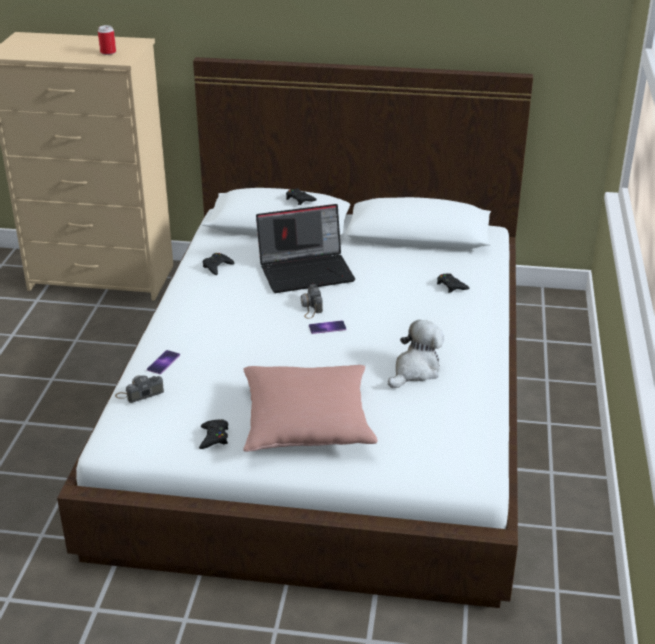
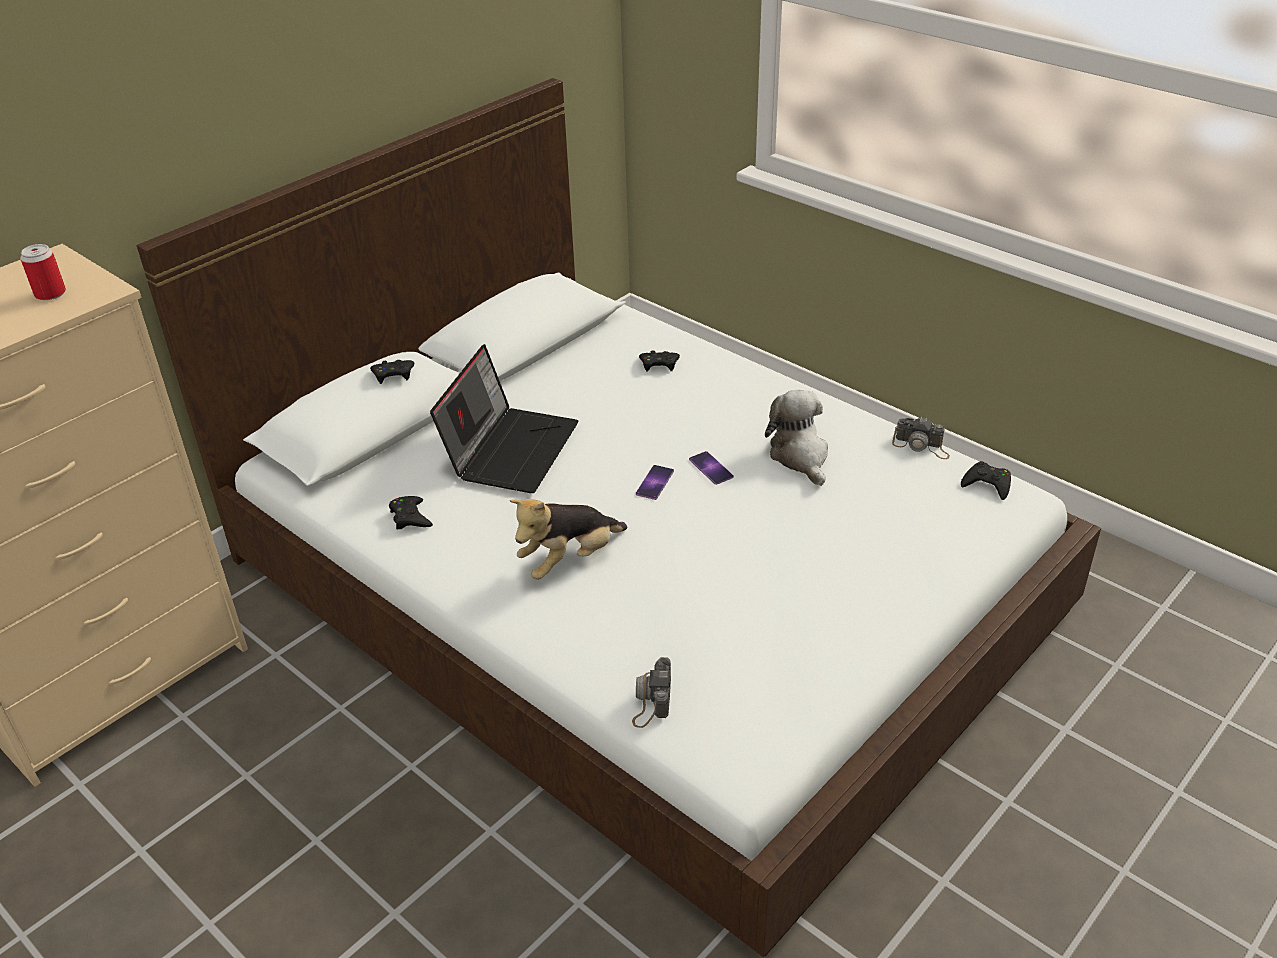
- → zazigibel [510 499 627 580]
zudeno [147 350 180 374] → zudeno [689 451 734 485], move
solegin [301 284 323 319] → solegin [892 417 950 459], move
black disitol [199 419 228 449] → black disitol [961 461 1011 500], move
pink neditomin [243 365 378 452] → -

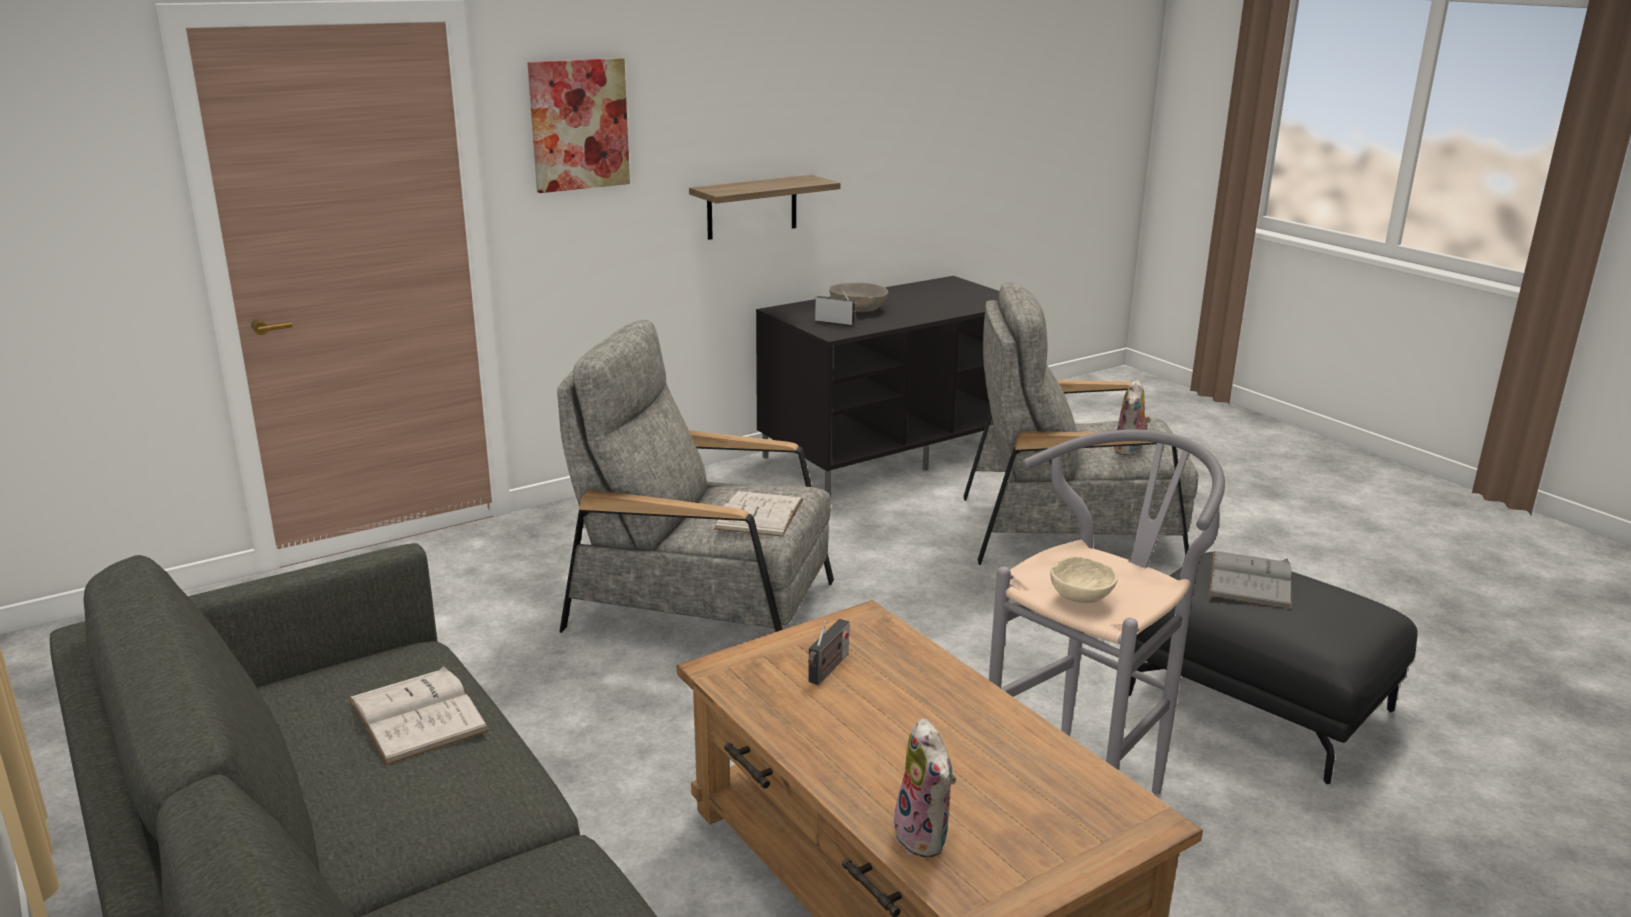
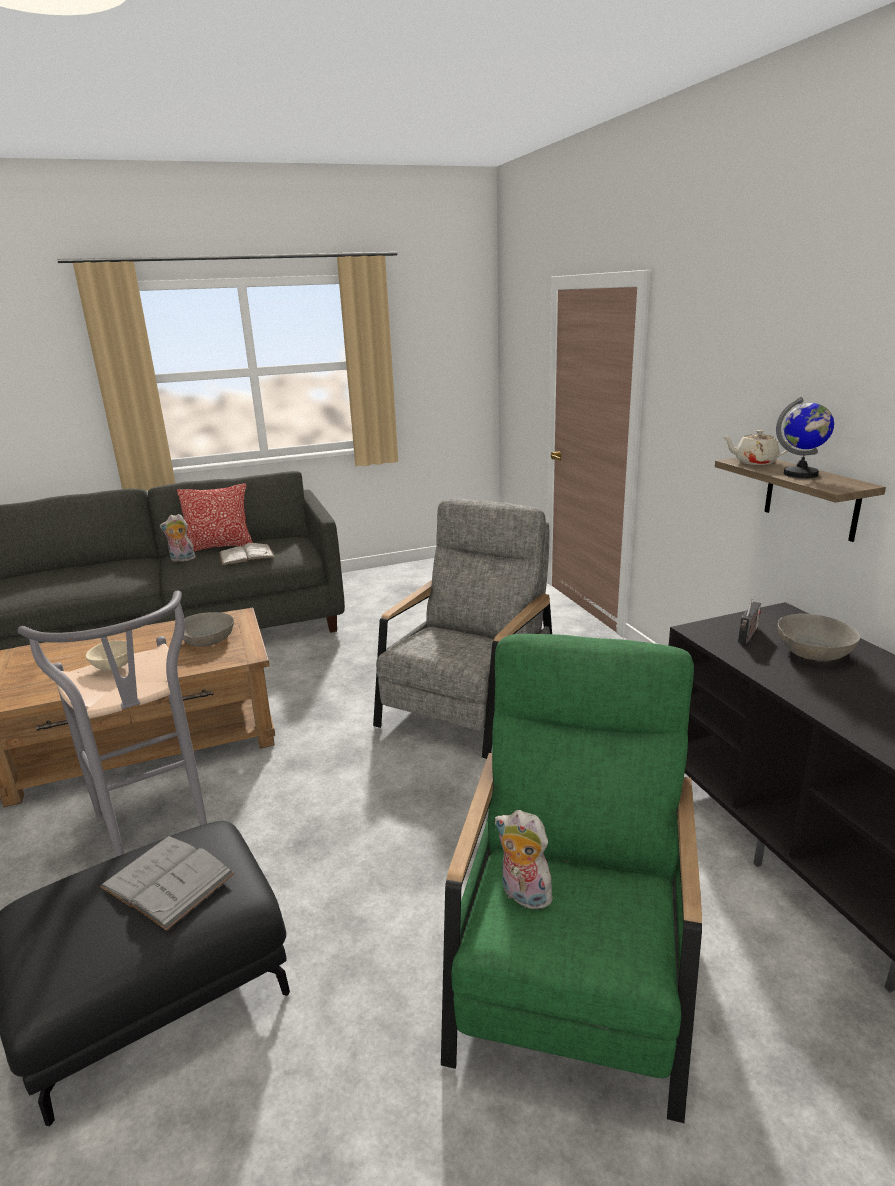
zazigibel [889 718 956 858] → zazigibel [160 514 196 562], move
- → neditomin [177 484 253 551]
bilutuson [808 619 849 685] → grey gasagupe [183 612 234 647]
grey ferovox [963 282 1198 565] → green ferovox [441 634 702 1123]
- → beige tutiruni [722 430 792 465]
- → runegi [776 397 834 478]
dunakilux [527 58 630 193] → -
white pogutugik [714 491 804 537] → -

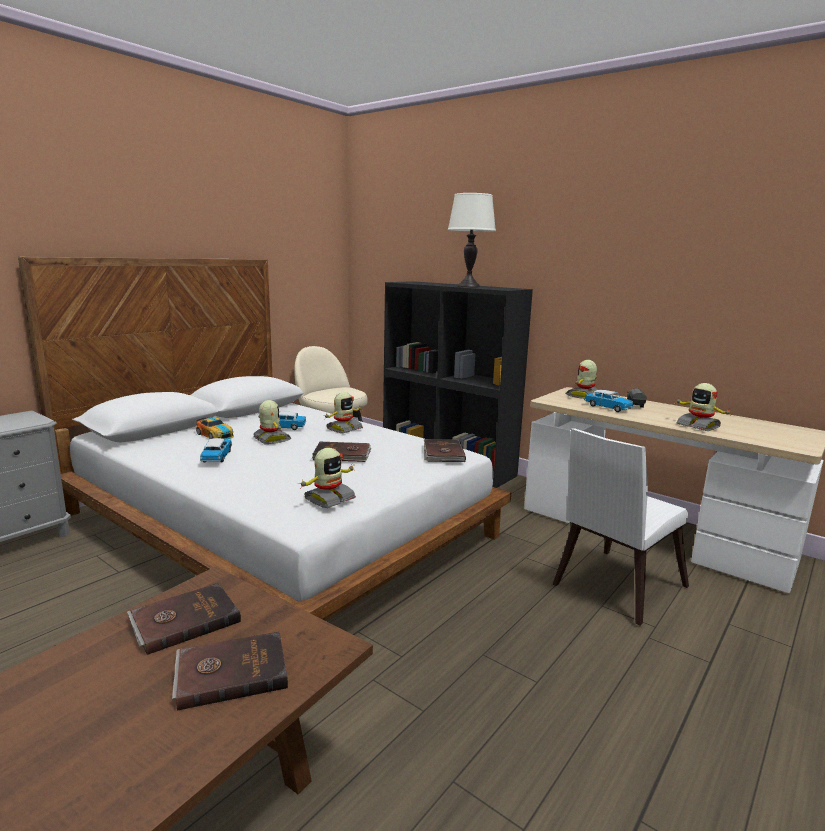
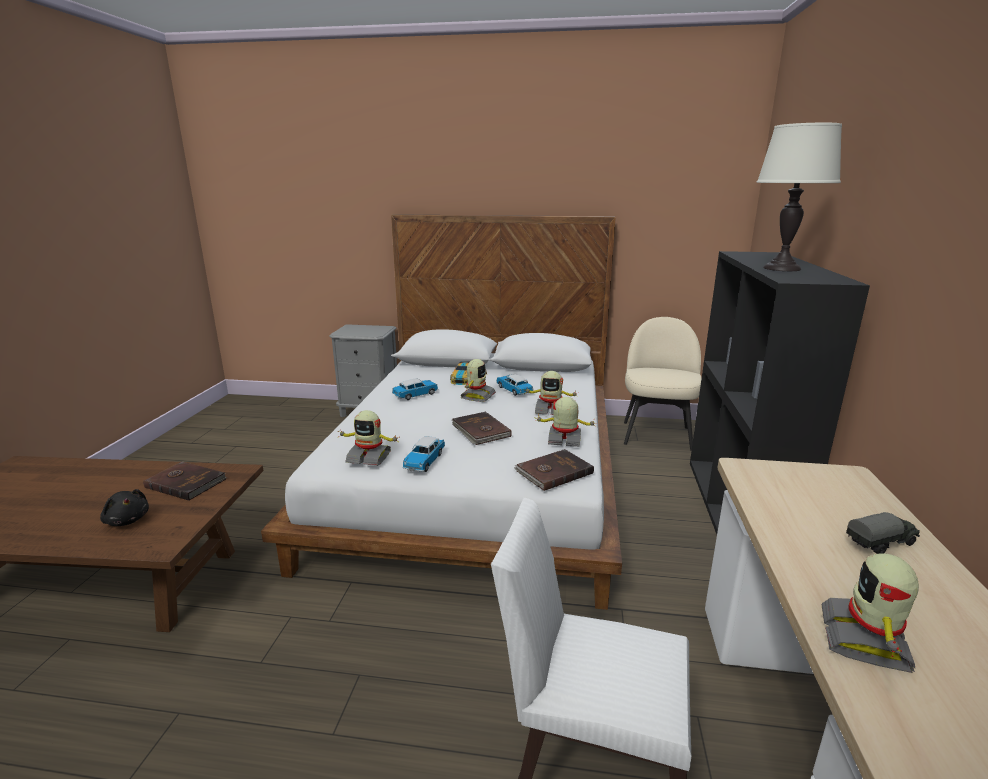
brown pogutugik [172 632 288 711] → black zazigibel [100 489 149 526]
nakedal [584 390 633 412] → nakedal [402 436 445 472], move
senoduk [566 360 598 399] → senoduk [537 397 597 447], move

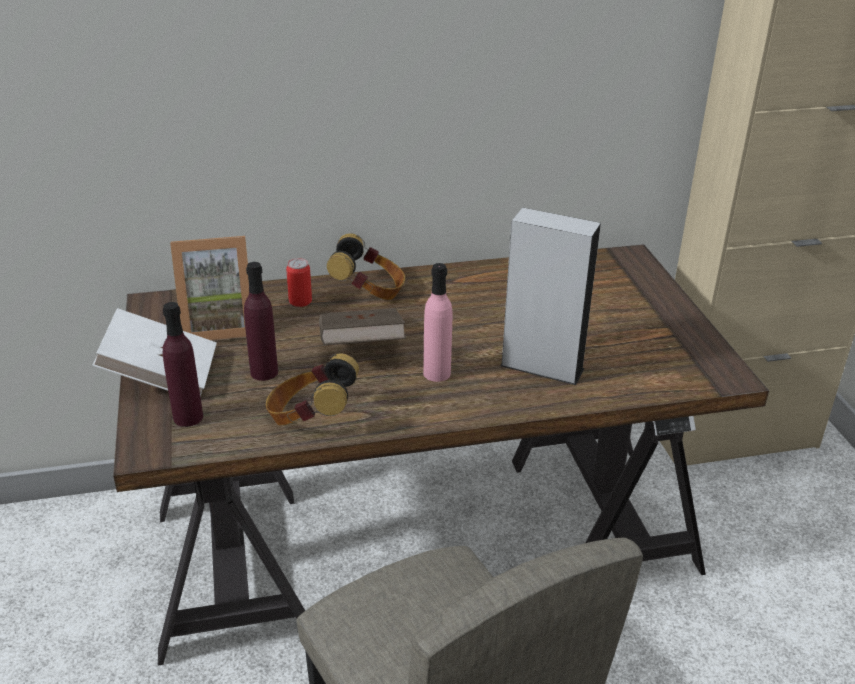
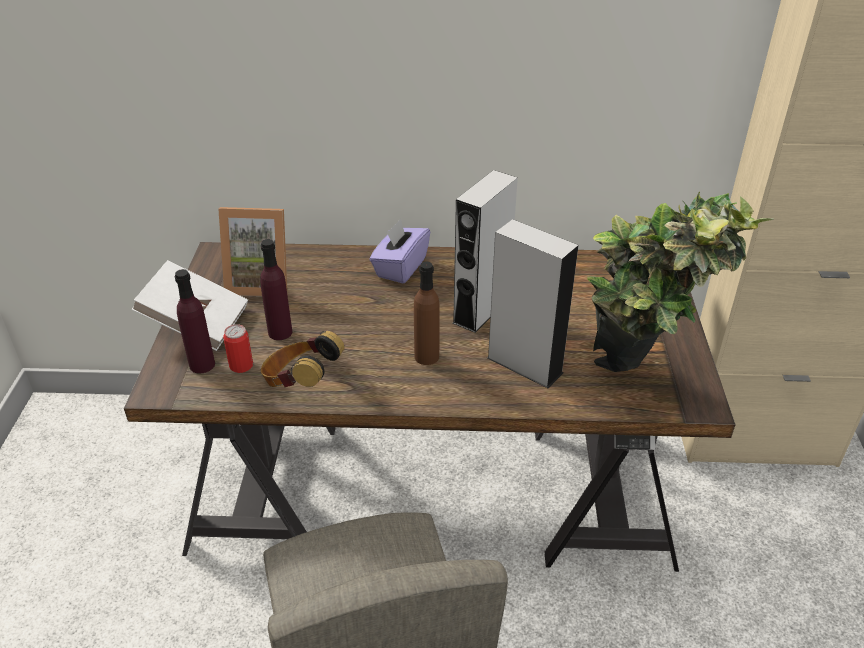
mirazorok [286 258 312 307] → mirazorok [223 324 253 373], move
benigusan [327 233 405 300] → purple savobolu [370 218 430 283]
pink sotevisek [423 263 452 382] → brown sotevisek [414 262 440 365]
- → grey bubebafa [453 170 518 333]
- → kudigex [587 192 774 372]
brown pogutugik [319 308 406 345] → -

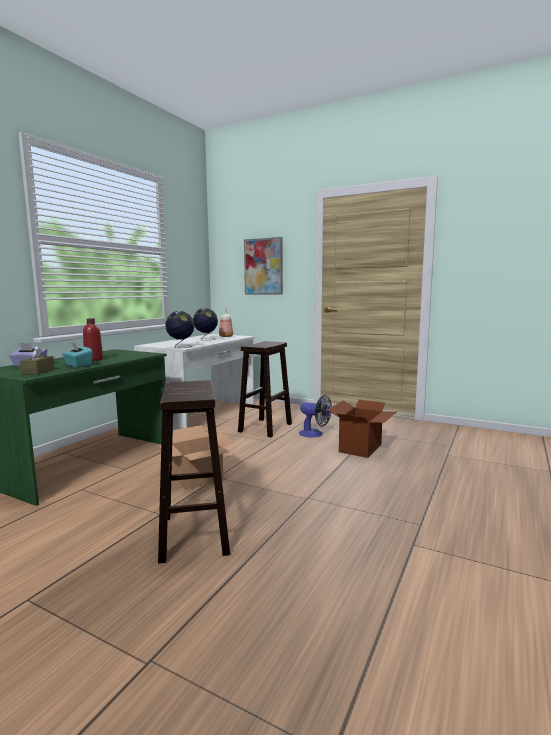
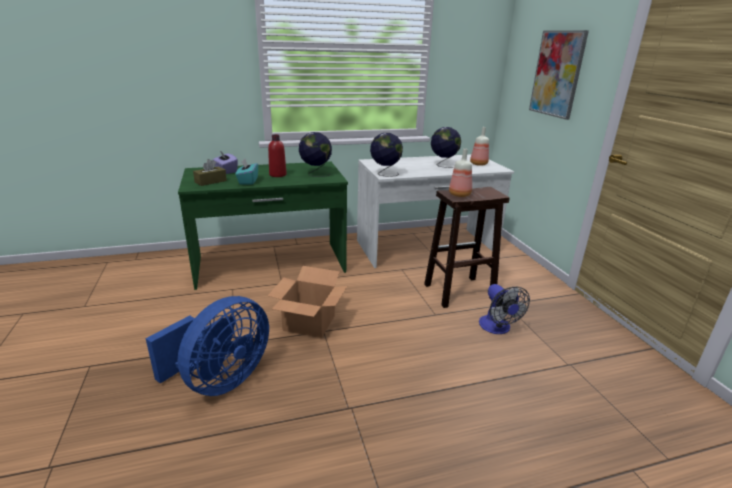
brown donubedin [158 380 230 564] → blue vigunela [145 296 269 396]
- → runegi [299 132 332 177]
- → sotevisek [449 148 472 197]
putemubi [327 399 396 458] → -

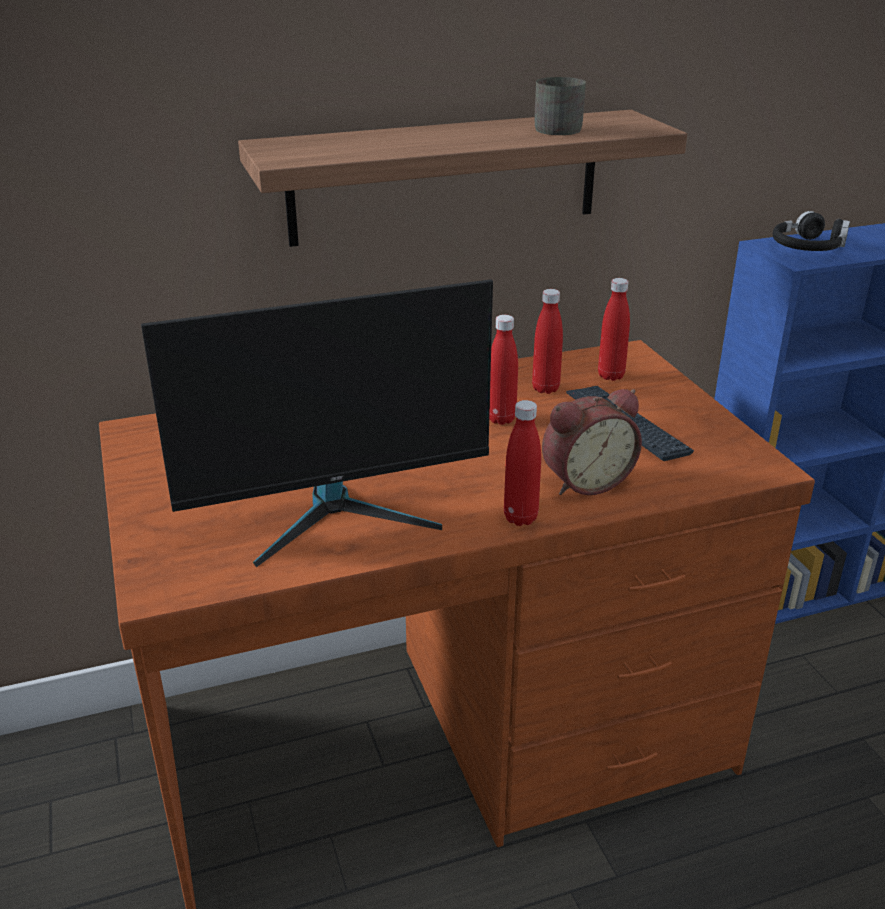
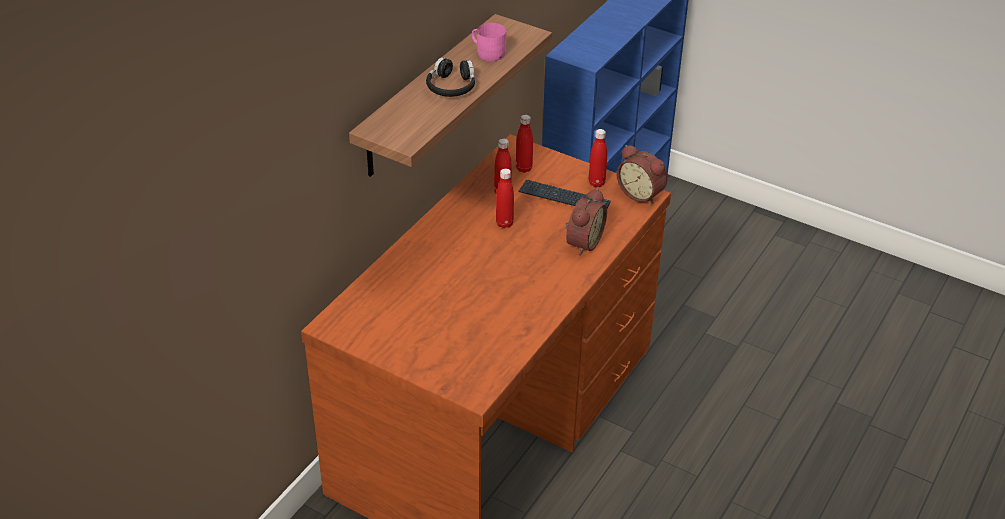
black benigusan [773 211 850 251] → black benigusan [426 57 475 97], move
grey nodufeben [535 77 586 135] → pink nodufeben [472 23 506 61]
red sotevisek [504 400 541 526] → red sotevisek [589 129 607 187], move
- → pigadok [617 145 667 205]
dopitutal [141 280 493 567] → -

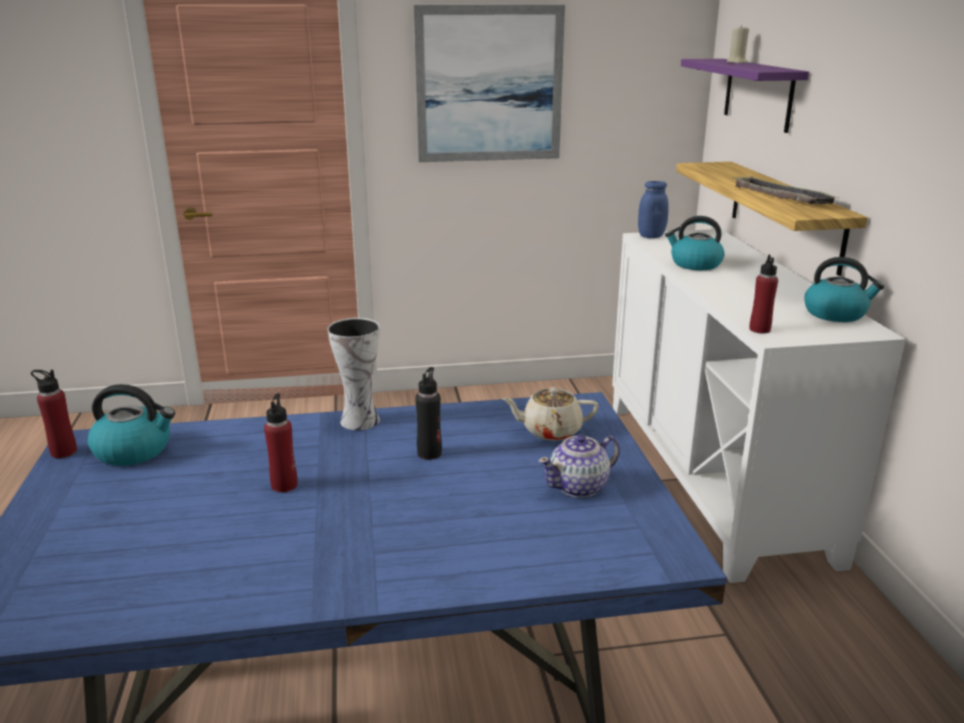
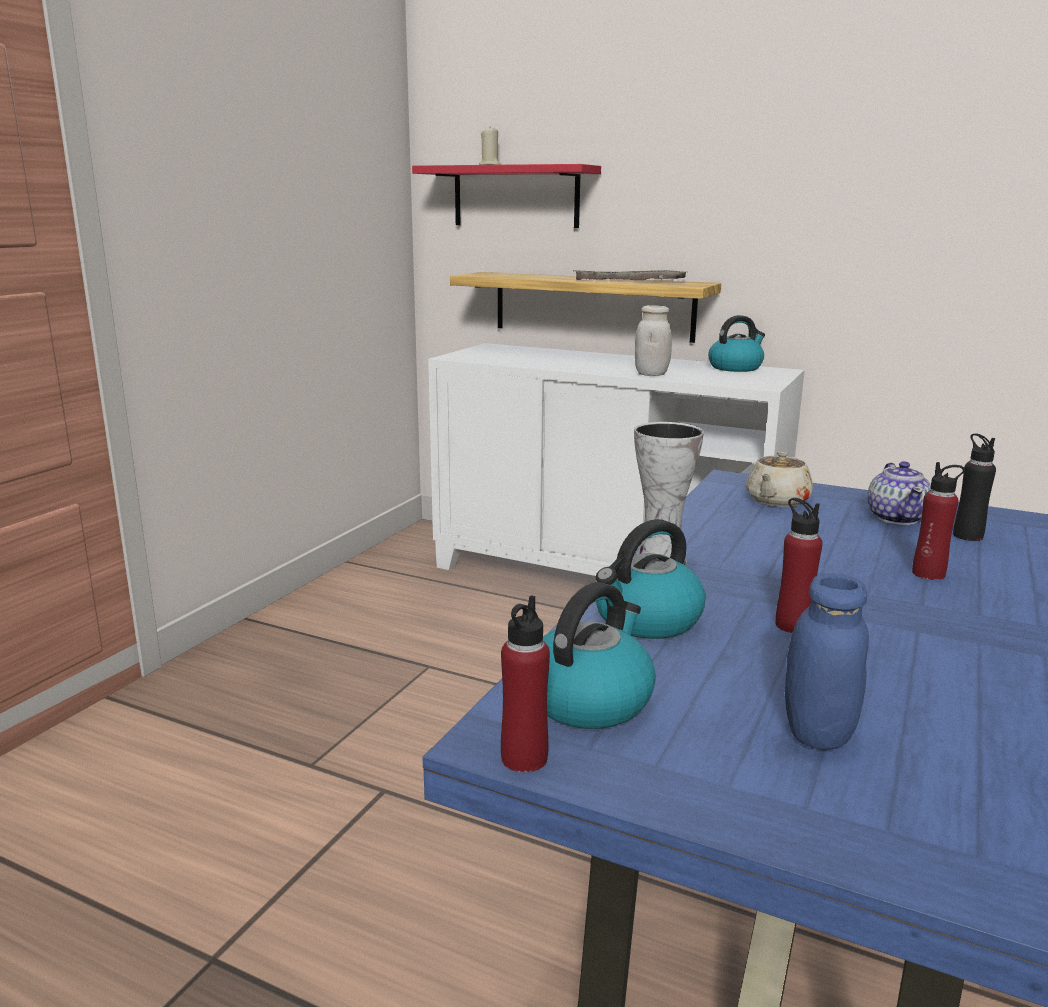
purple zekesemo [681 59 809 133] → red zekesemo [412 164 601 228]
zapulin [665 216 725 270] → zapulin [596 519 706 639], move
- → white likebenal [635 305 672 376]
blue likebenal [638 181 669 238] → blue likebenal [785 573 869 750], move
red sotevisek [749 255 778 334] → red sotevisek [912 462 965 580], move
black sotevisek [415 367 442 460] → black sotevisek [953 433 996 541], move
dunakilux [414 5 565 162] → -

